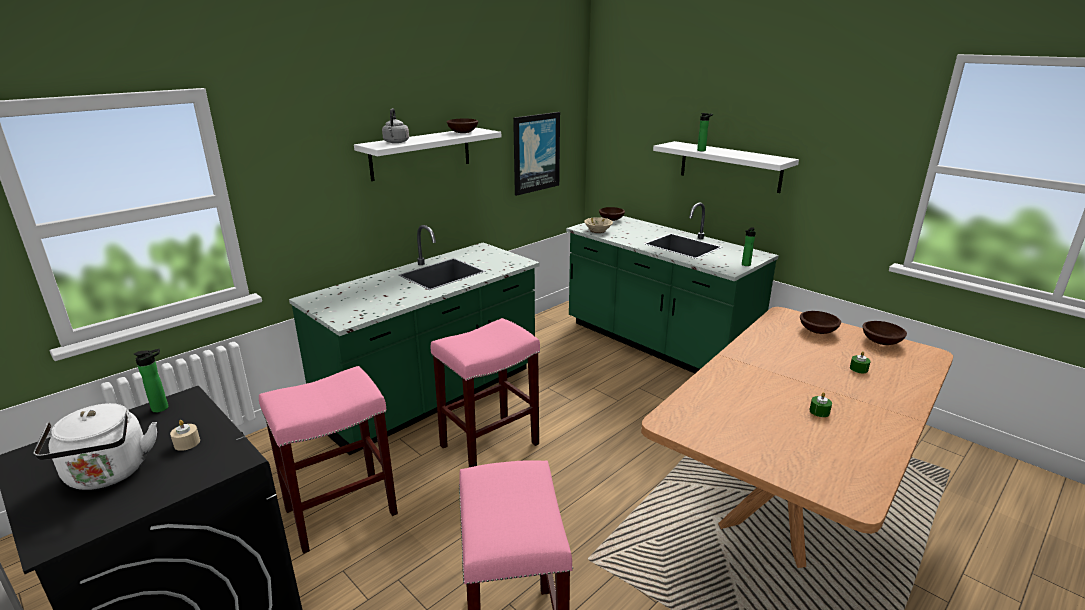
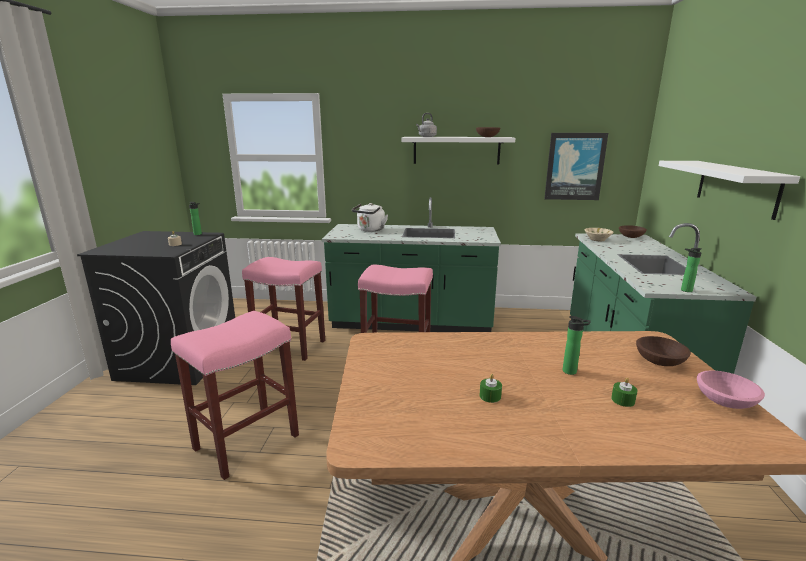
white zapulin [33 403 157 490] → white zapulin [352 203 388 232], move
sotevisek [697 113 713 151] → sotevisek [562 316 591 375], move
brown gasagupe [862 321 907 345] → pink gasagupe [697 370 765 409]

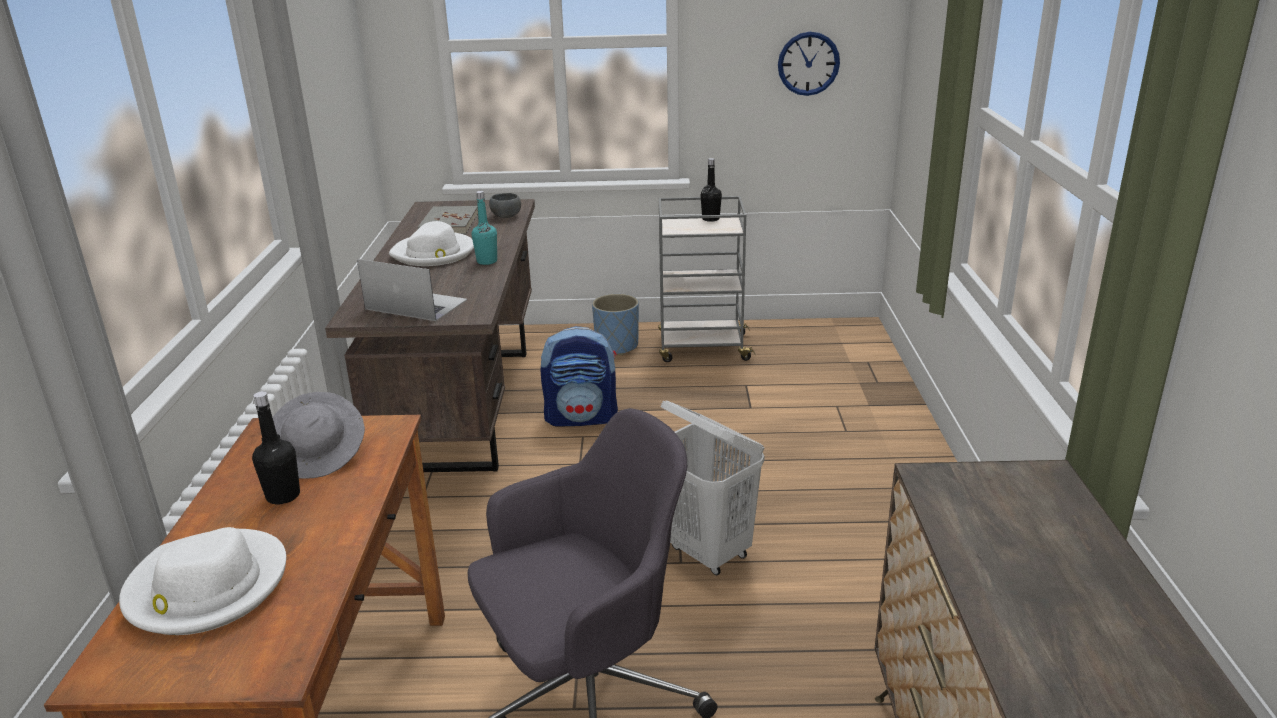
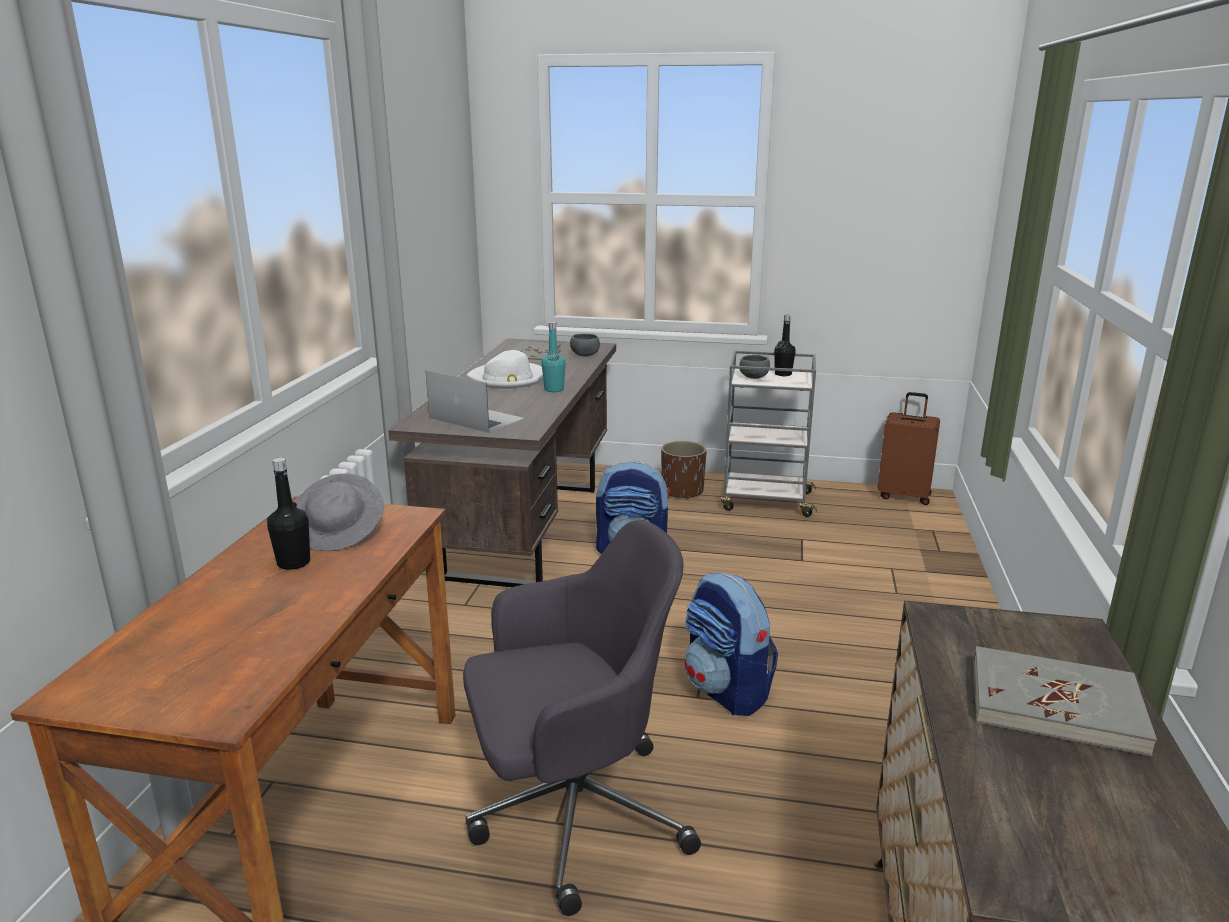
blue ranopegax [592 294 639 355] → brown ranopegax [661 441 707 500]
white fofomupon [660 400 765 575] → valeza [685 573 778 716]
- → grey gasagupe [739 355 770 379]
- → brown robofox [878 392 940 505]
- → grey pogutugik [973 646 1157 757]
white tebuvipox [119 527 286 635] → -
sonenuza [778 32 840 96] → -

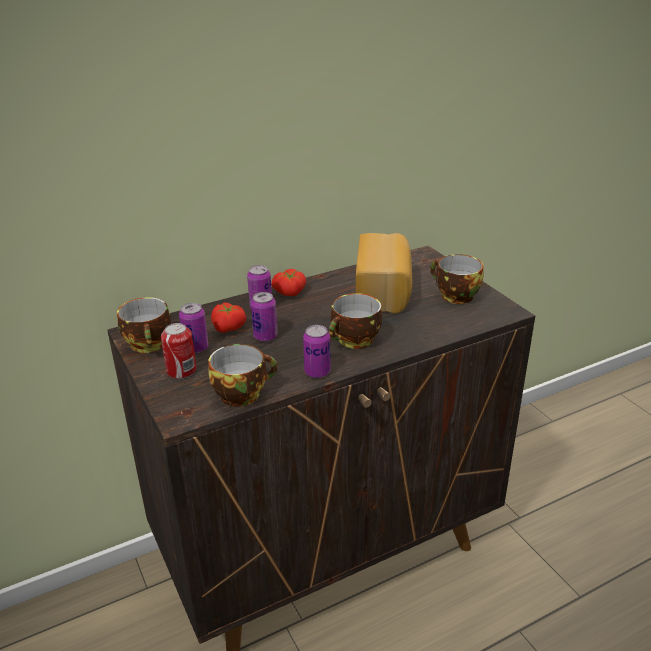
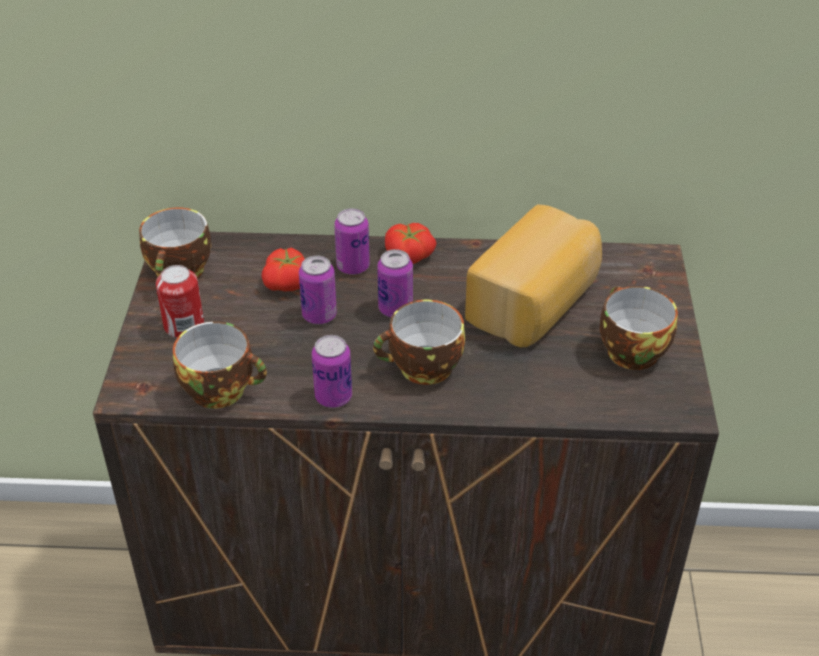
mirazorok [179 303 209 353] → mirazorok [377 249 413 317], move

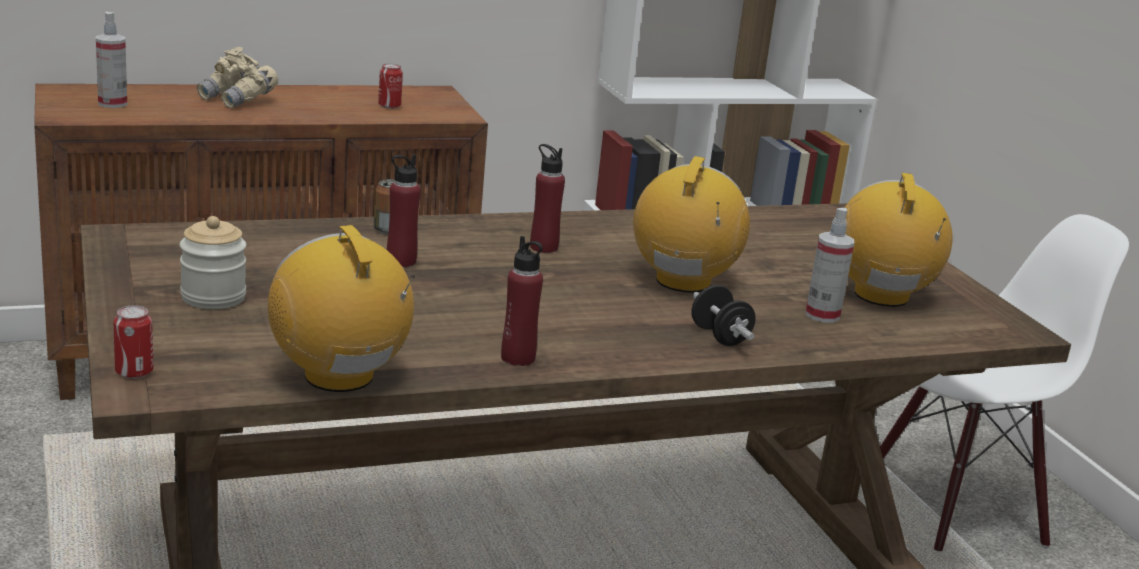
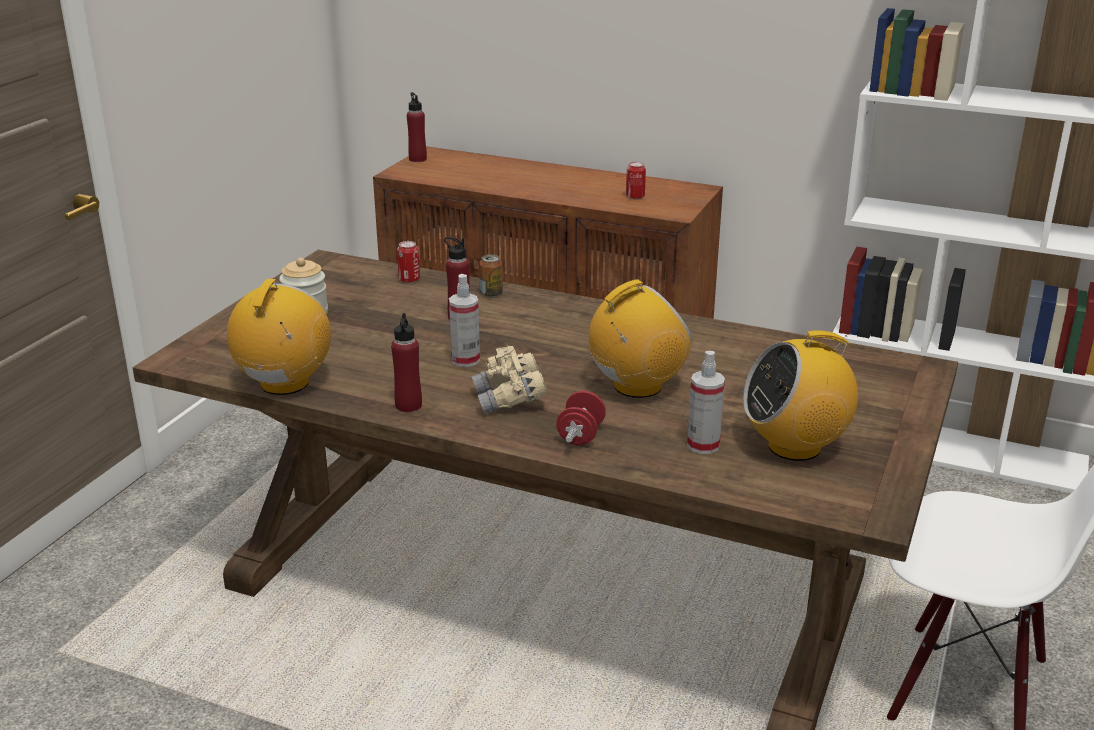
mirazorok [114 306 154 378] → mirazorok [397 241 420 283], move
red sotevisek [530 144 565 253] → red sotevisek [407 92 427 162], move
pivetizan [96 12 127 108] → pivetizan [449 274 480 367], move
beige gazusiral [197 47 278 108] → beige gazusiral [471 346 548 414], move
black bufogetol [691 285 756 346] → red bufogetol [556 391 606 445]
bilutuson [844 173 952 307] → bilutuson [743 330 858 461], 150 degrees counterclockwise

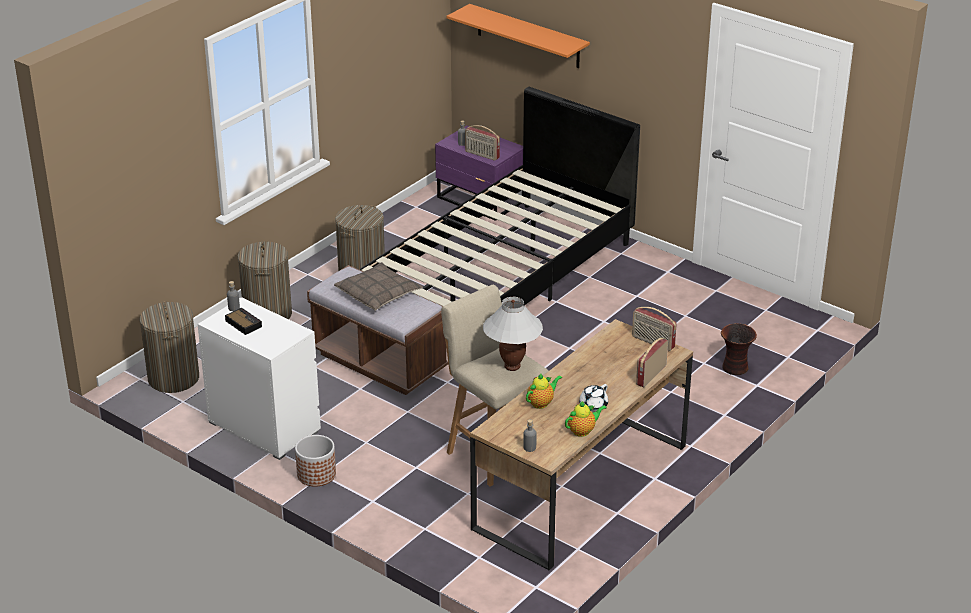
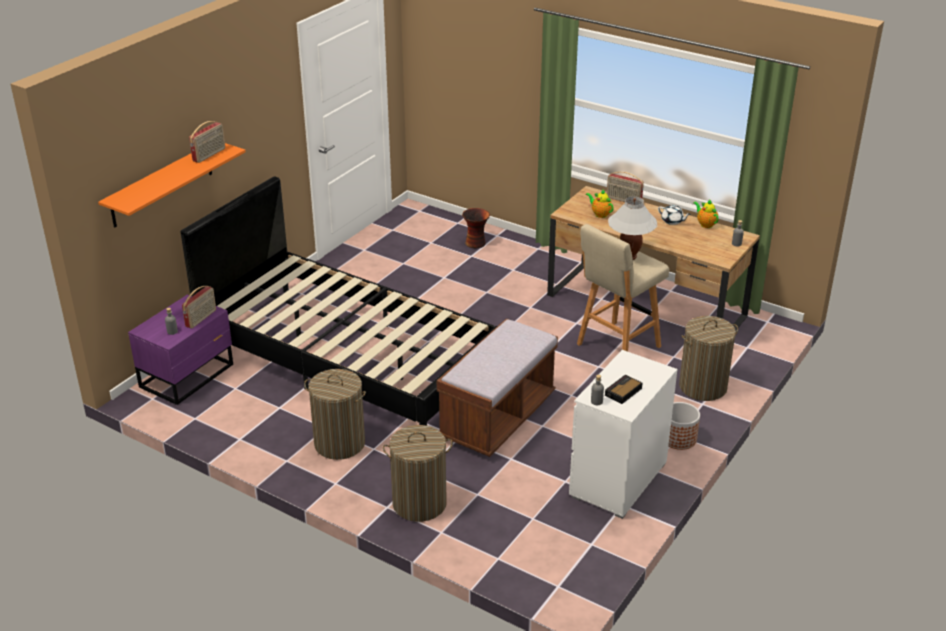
bilutuson [632 307 677 351] → bilutuson [189 121 225 163], move
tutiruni [526 373 562 409] → tutiruni [586 190 614 218], move
fofomupon [140 301 199 393] → fofomupon [679 316 738 401], move
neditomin [334 262 423 311] → -

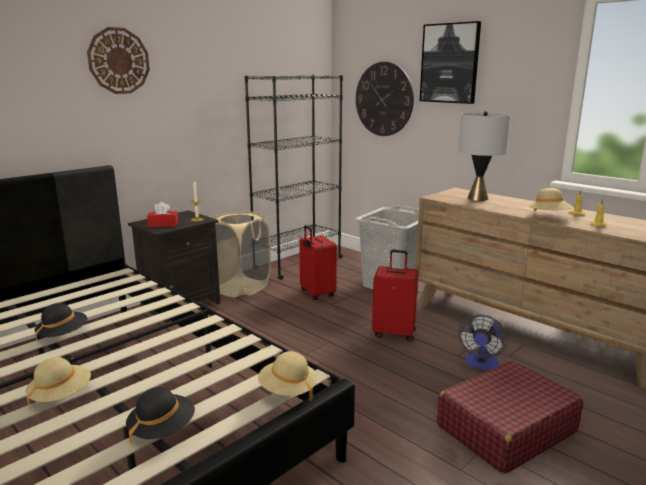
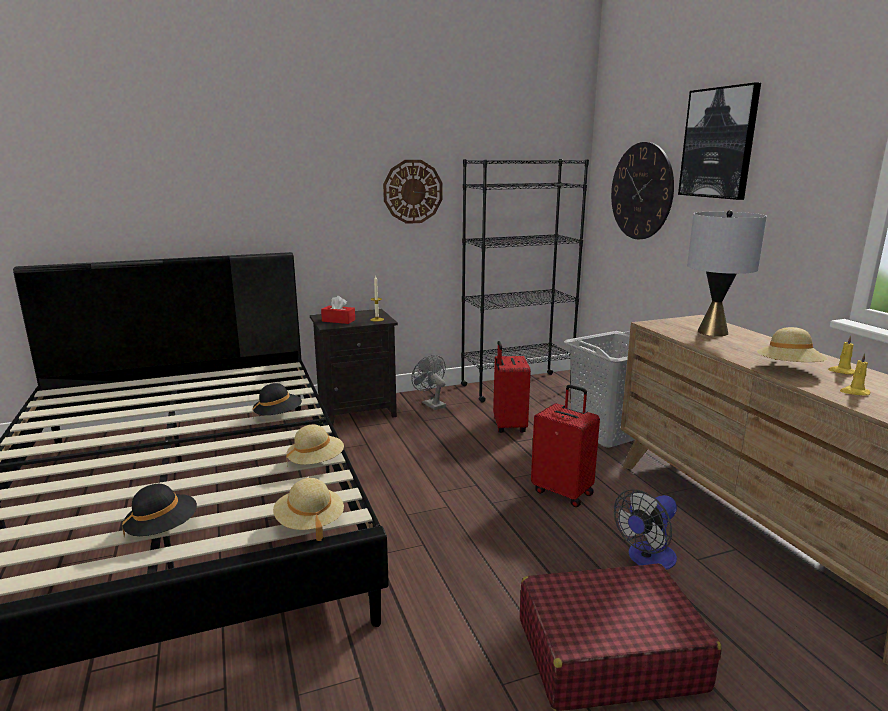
black tebuvipox [35 303 87 341] → black tebuvipox [252 383 302 415], move
beige tebuvipox [26 357 91 409] → beige tebuvipox [286 424 344 465], move
sonenuza [87 27 150 94] → sonenuza [383 160 443 224], move
beige fofomupon [214 211 271 297] → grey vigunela [411 355 446 410]

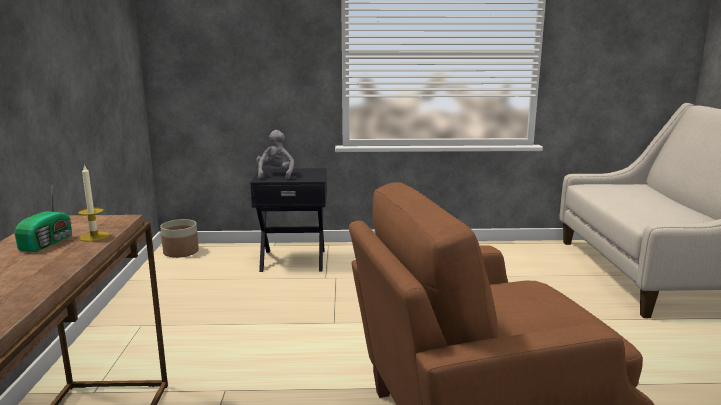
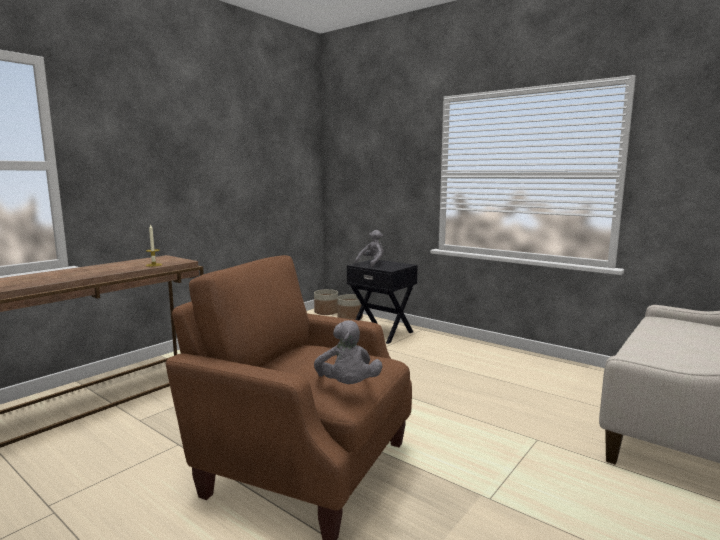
- → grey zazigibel [314 320 382 384]
- → ranopegax [337 294 363 320]
bilutuson [14 187 72 252] → -

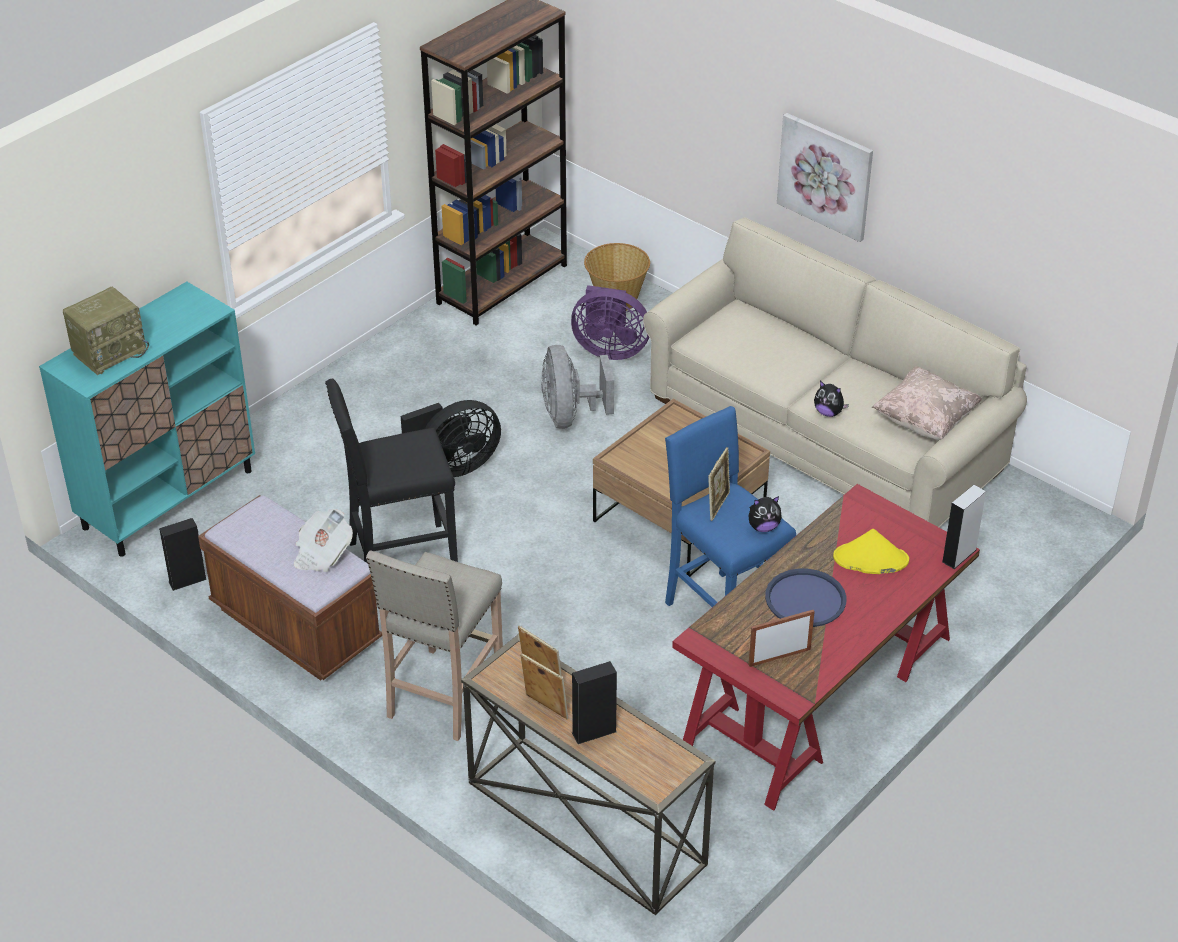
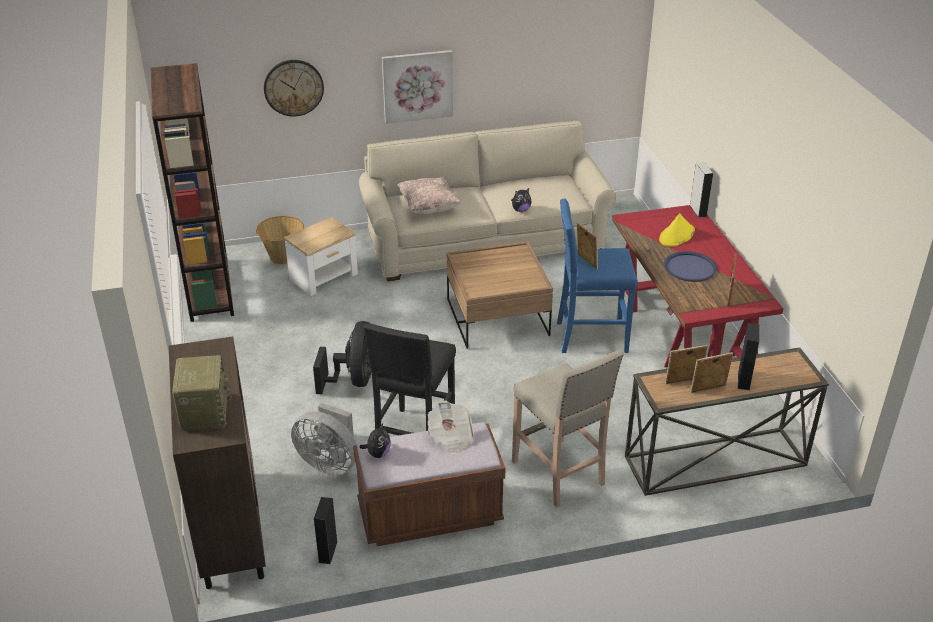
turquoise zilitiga [39 282 255 557] → brown zilitiga [169 336 266 589]
- → sonenuza [264 60 324 117]
purple vigunela [571 285 649 360] → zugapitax [284 217 358 296]
grey vigunela [541 345 614 429] → grey vigunela [291 403 357 475], move
zazigibel [748 496 782 532] → zazigibel [360 423 391 458], move
beige neditomin [872 366 982 440] → beige neditomin [398 177 461 214], move

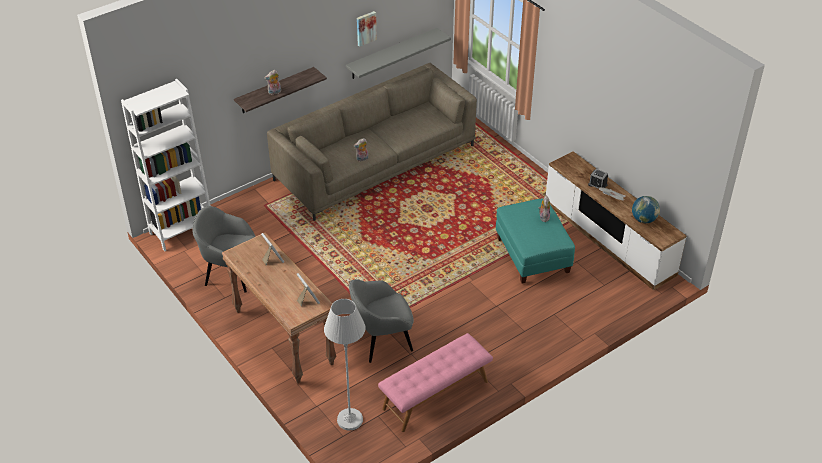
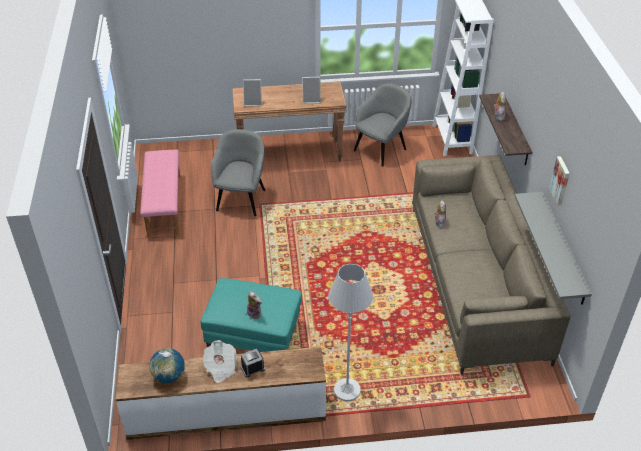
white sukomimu [324 299 366 430] → white sukomimu [328 264 373 401], move

